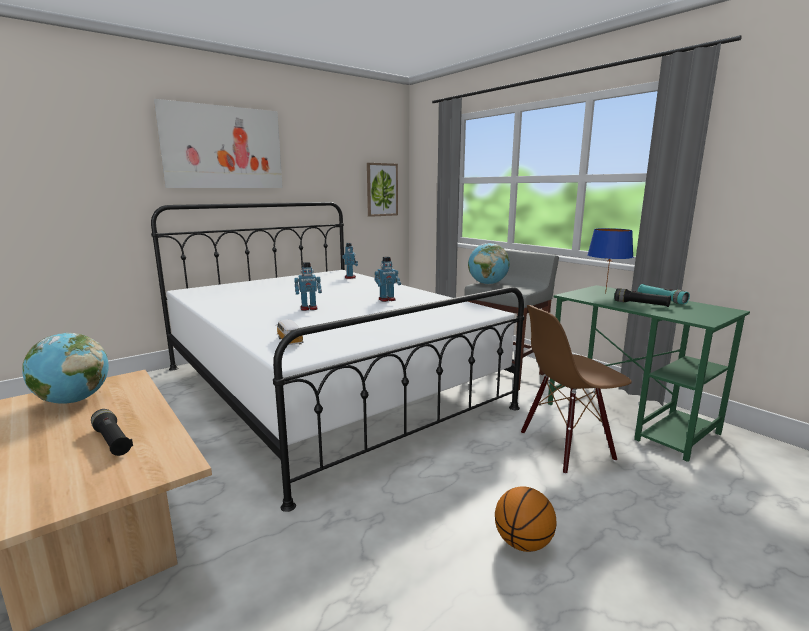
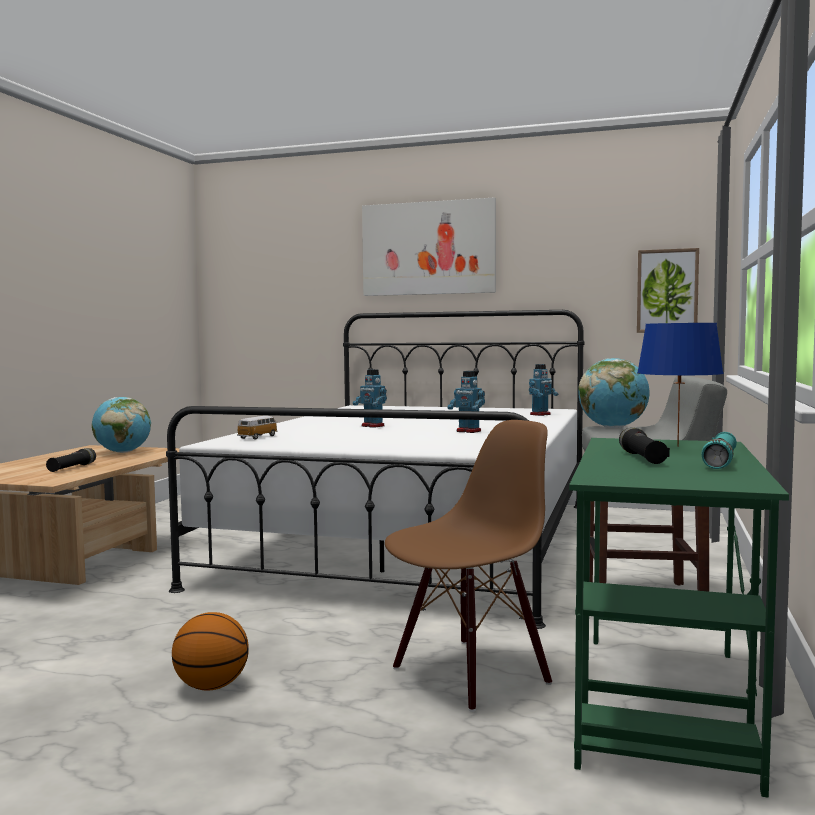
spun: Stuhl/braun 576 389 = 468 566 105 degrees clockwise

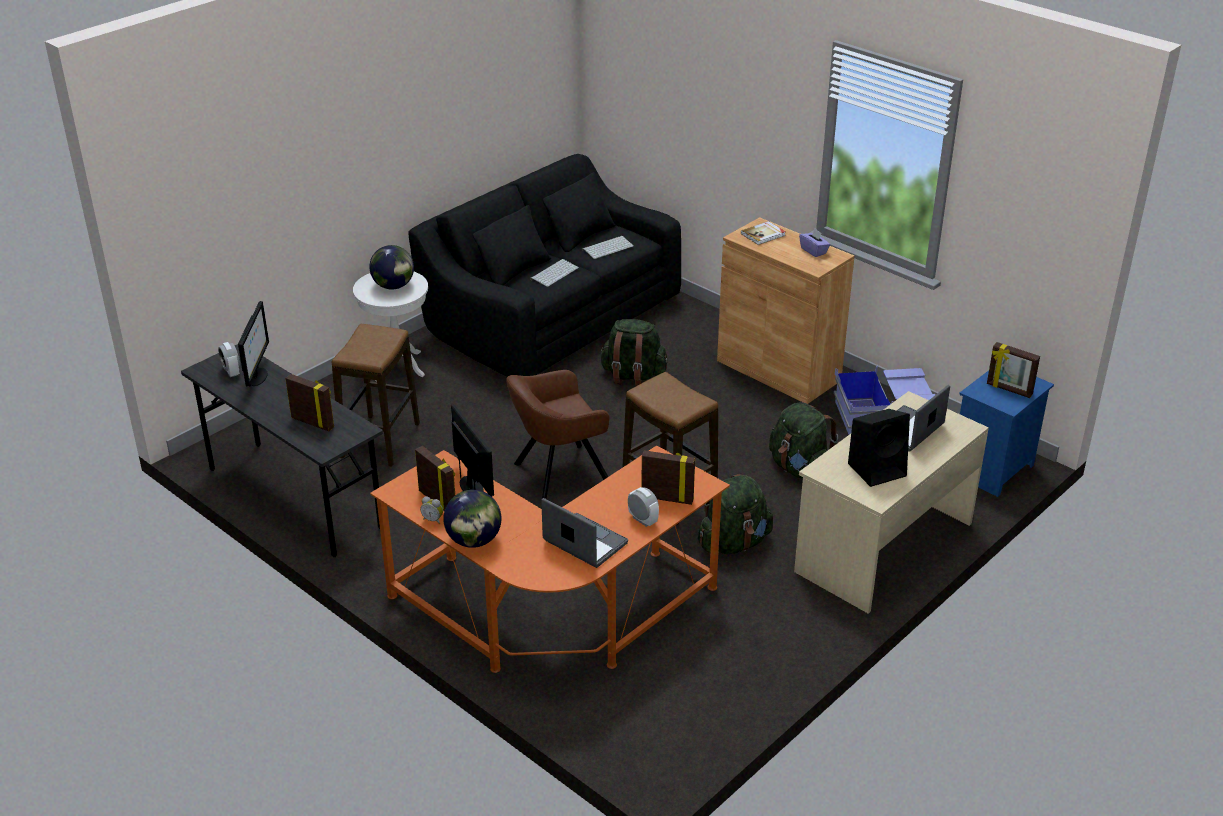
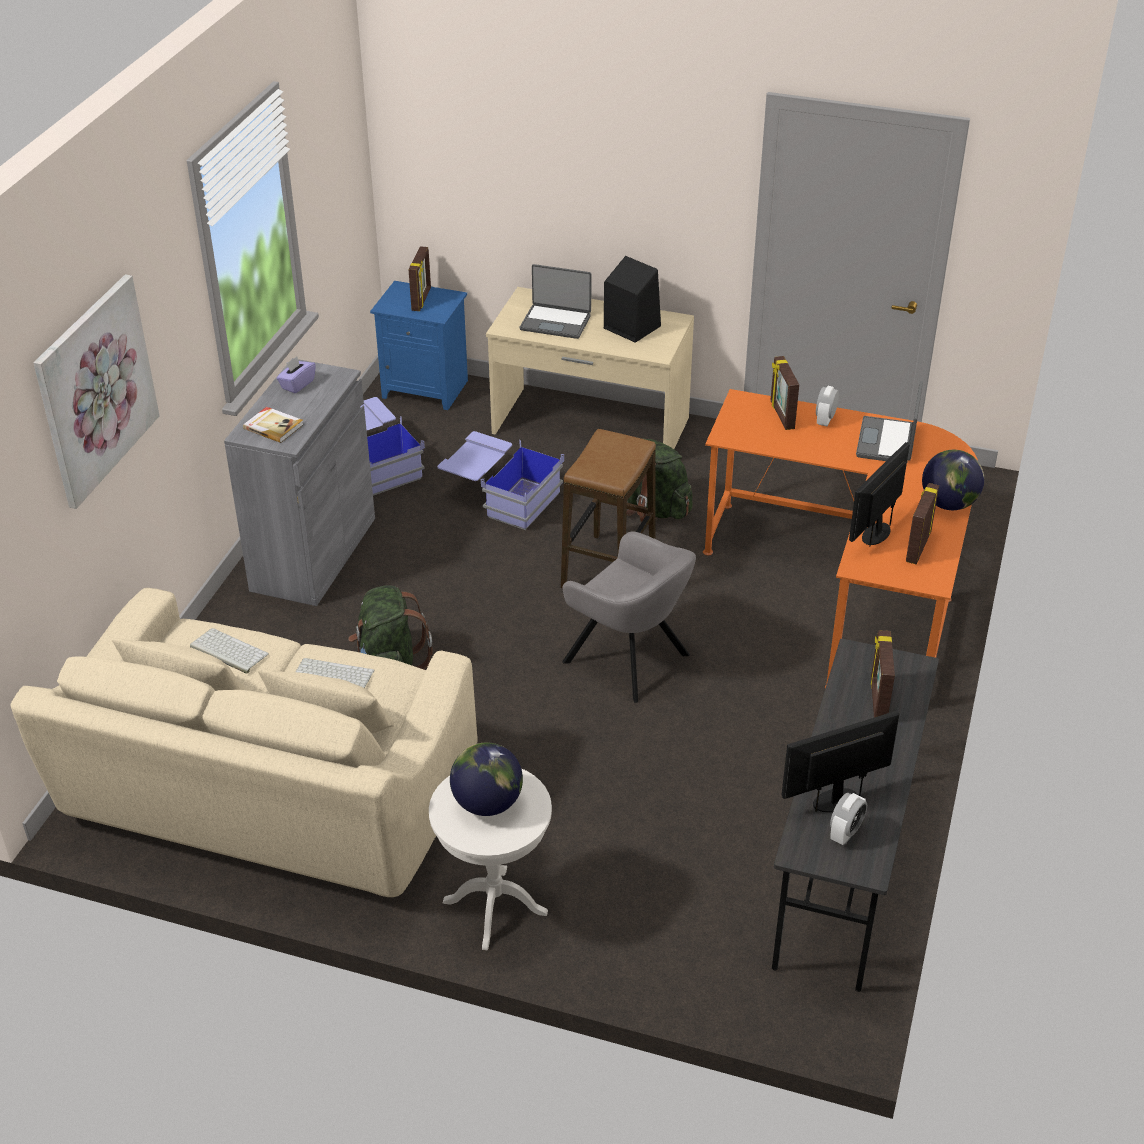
missing: Hocker 376 395; Wecker 431 510
appeared: Bild 96 391
exchanged: Rucksack/grün 803 440 to Aufbewahrungsbox/blau 500 480
colour: Sofa/schwarz 544 265 to Sofa/beige 244 742; Sessel/braun 558 434 to Sessel/grau 629 617; Schrank/braun 786 310 to Schrank/grau 299 482

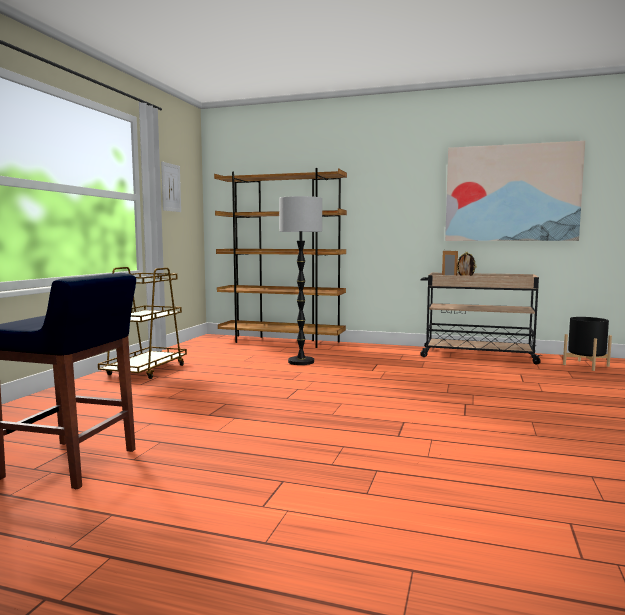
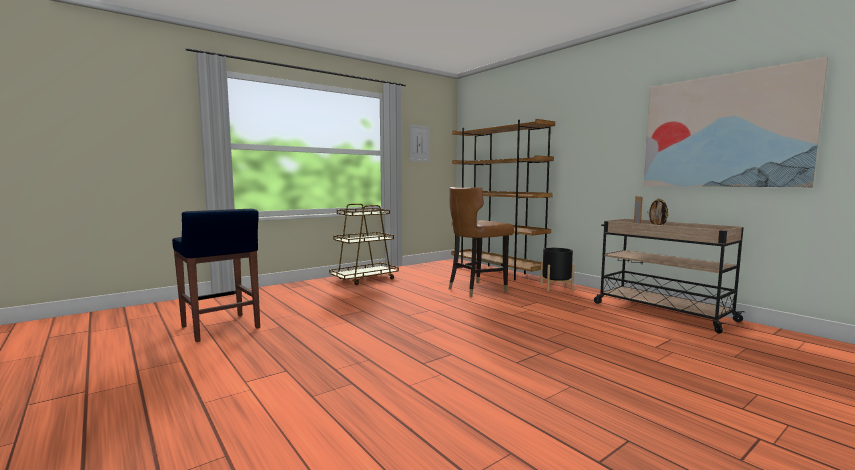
relocated: Pflanzkübel/schwarz 587 344 to 557 269
exchanged: Stehlampe 300 280 to Stuhl/braun 481 242

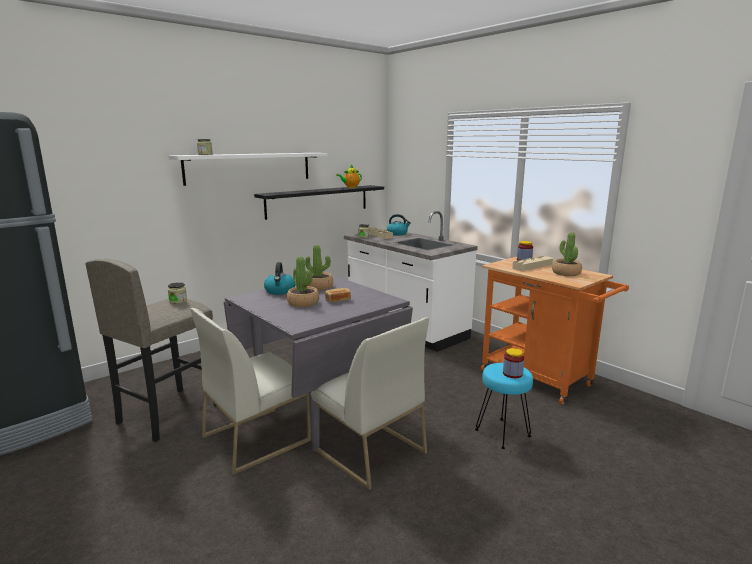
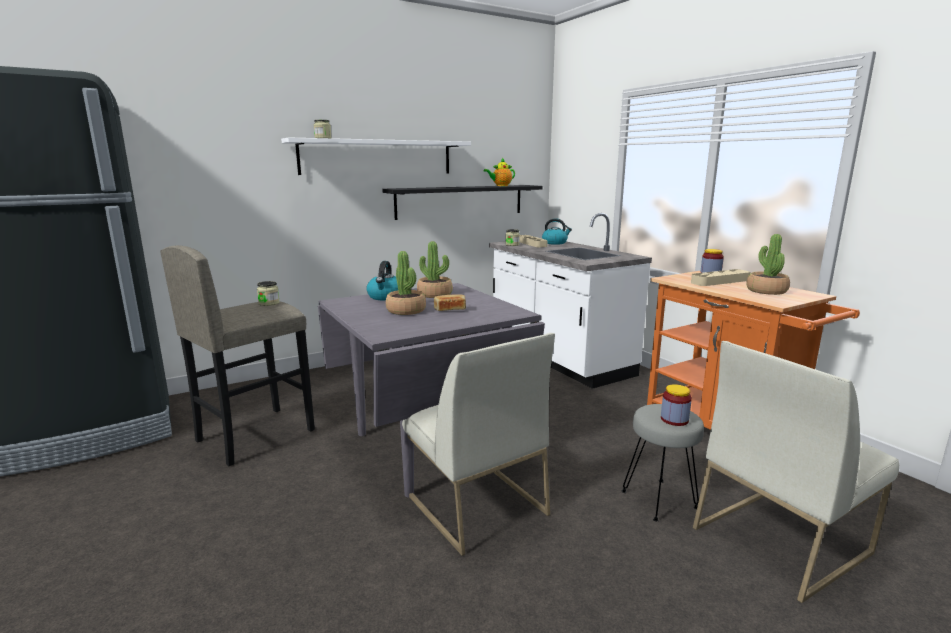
relocated: Stuhl/weiß 250 391 to 796 472
colour: Hocker/türkis 504 406 to Hocker/grau 662 462

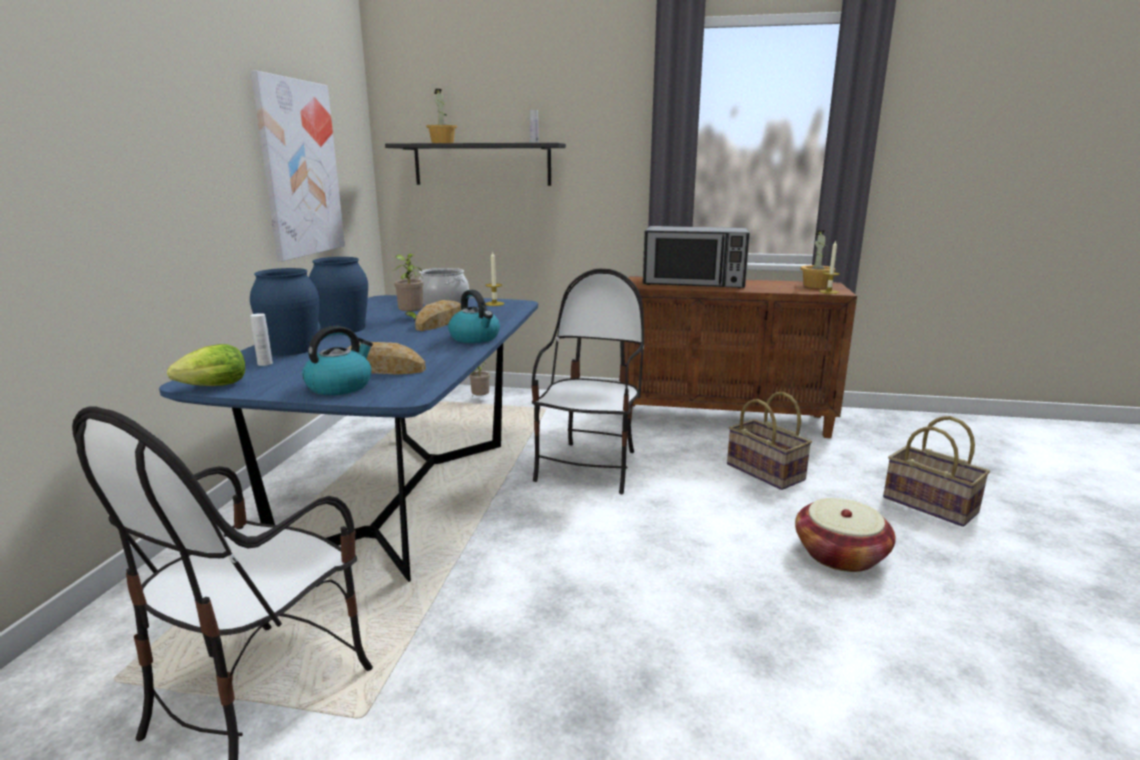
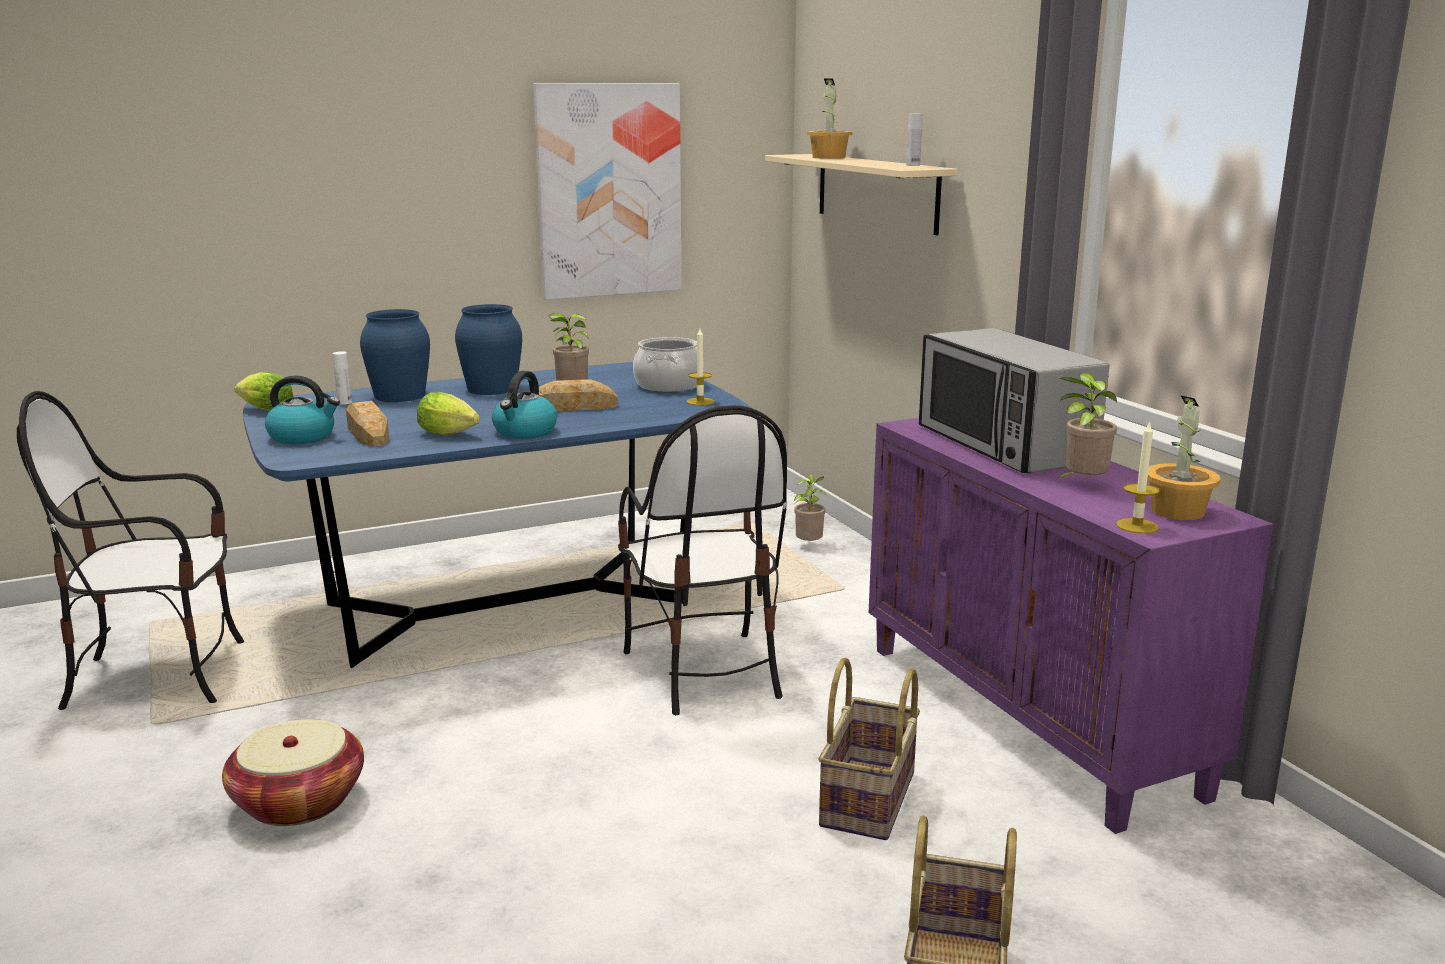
appeared: Salatkopf 448 413; Topfpflanze 1087 426
relocated: Korb 845 535 to 293 772
colour: Wandregal/schwarz 475 164 to Wandregal/beige 861 194; Schrank/braun 740 357 to Schrank/lila 1071 626
spun: Stuhl 587 381 = 702 560 90 degrees clockwise

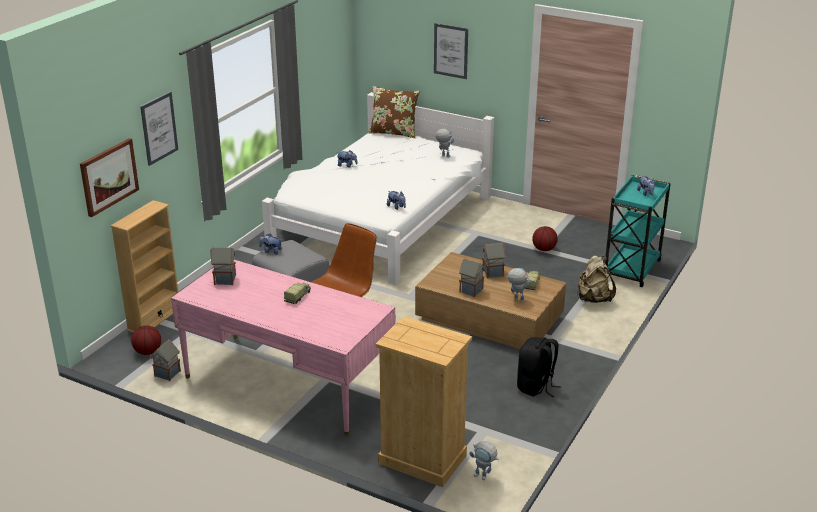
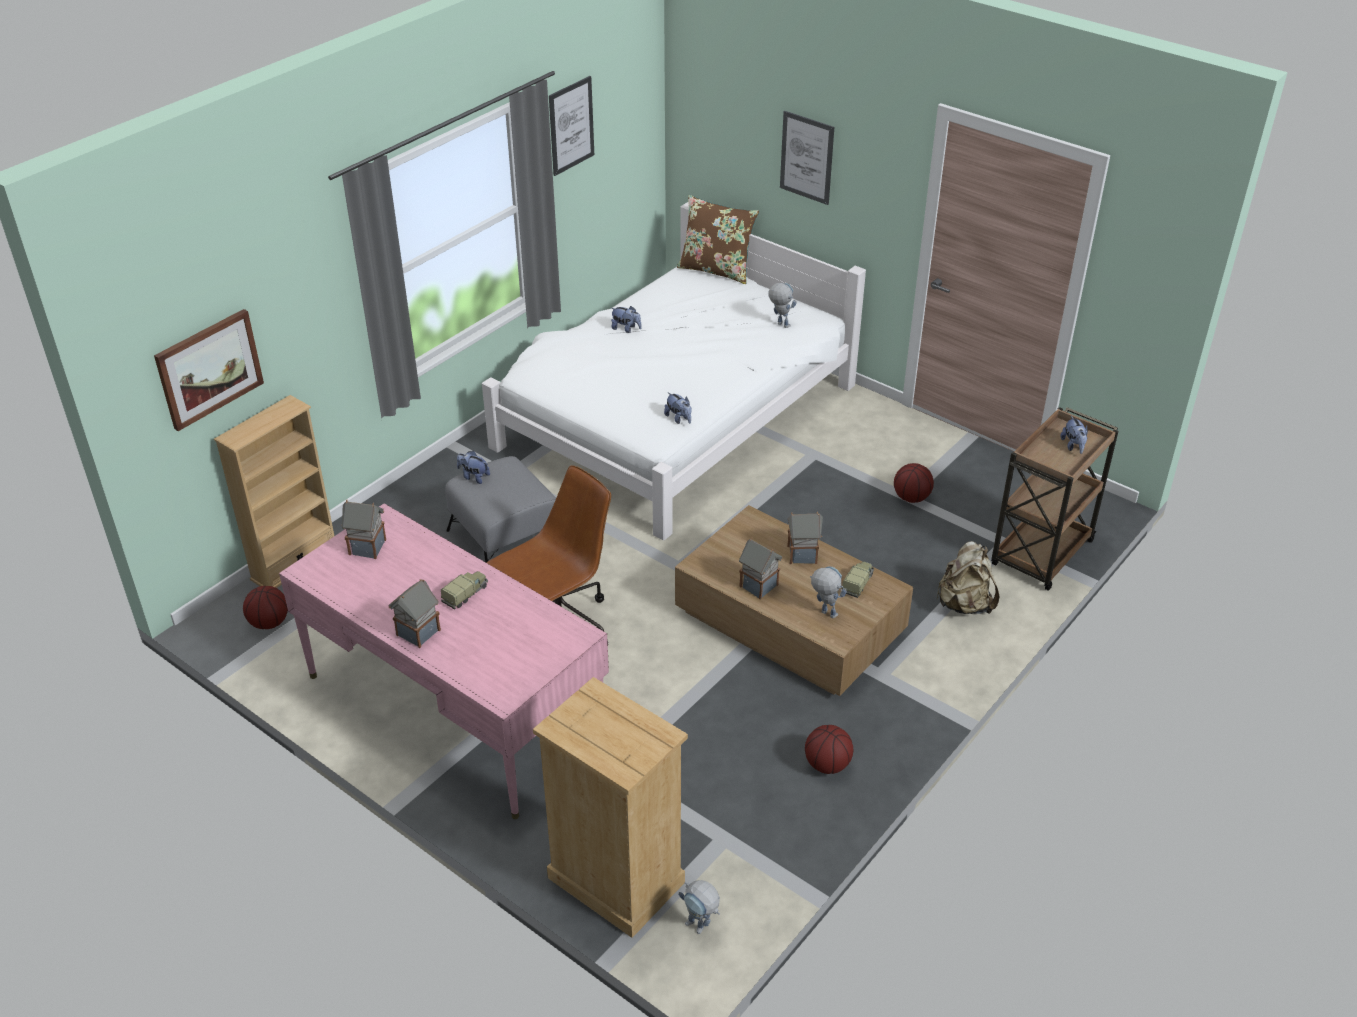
relocated: Bild 159 129 to 571 126; Spielzeughaus 165 360 to 415 613
exchanged: Rucksack/schwarz 539 367 to Basketball 829 749
colour: Rollwagen/türkis 638 231 to Rollwagen/braun 1054 499

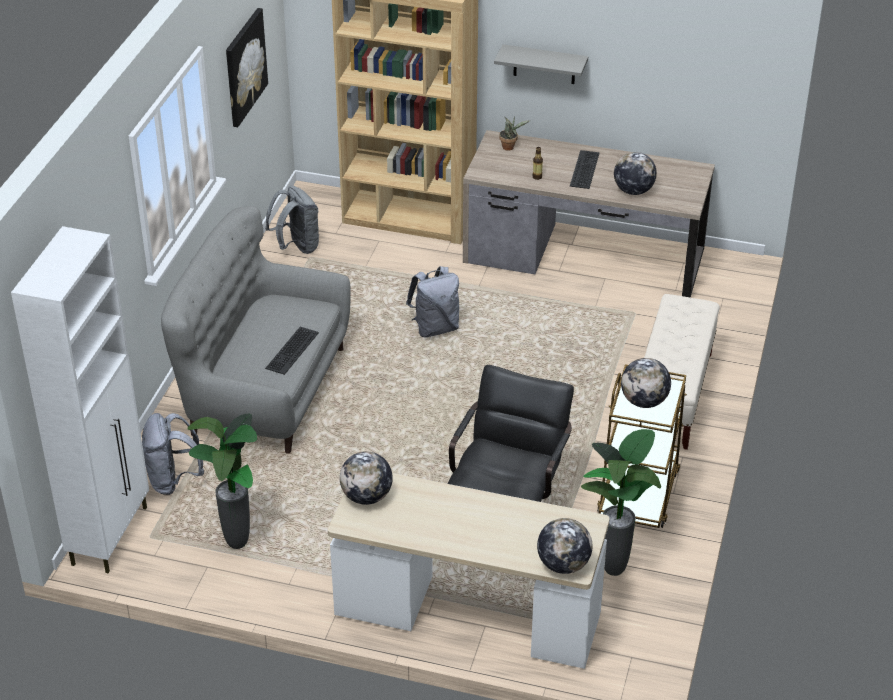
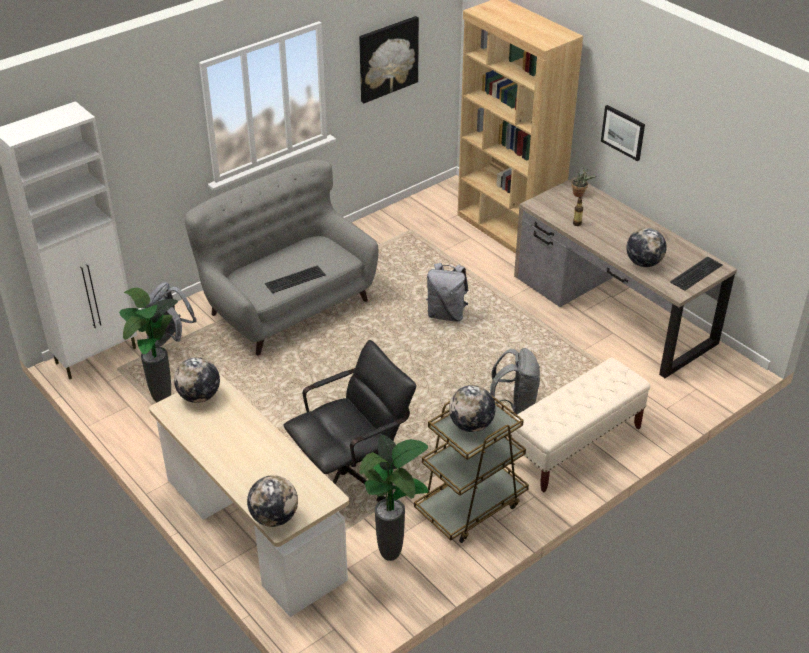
relocated: Rucksack/grau 292 219 to 515 381; Tastatur 585 169 to 696 273
exchanged: Wandregal/grau 541 64 to Bild 623 133

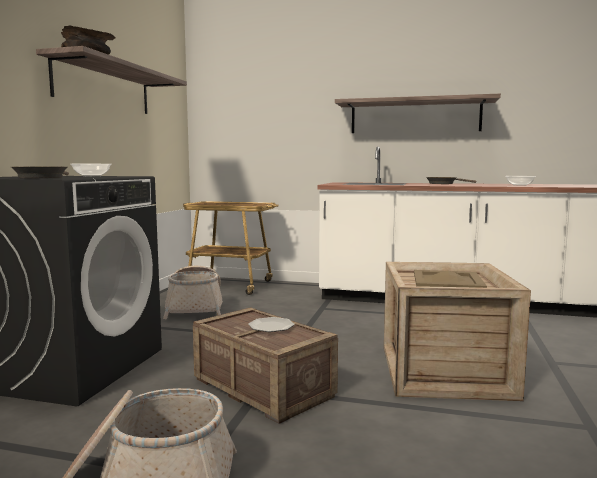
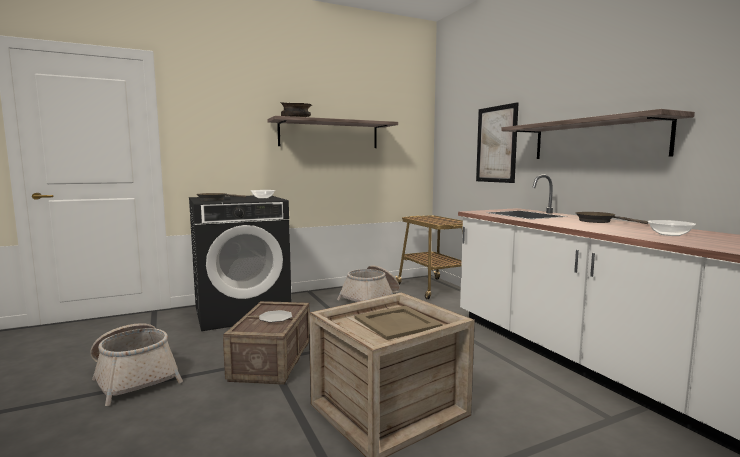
appeared: Bild 497 142

